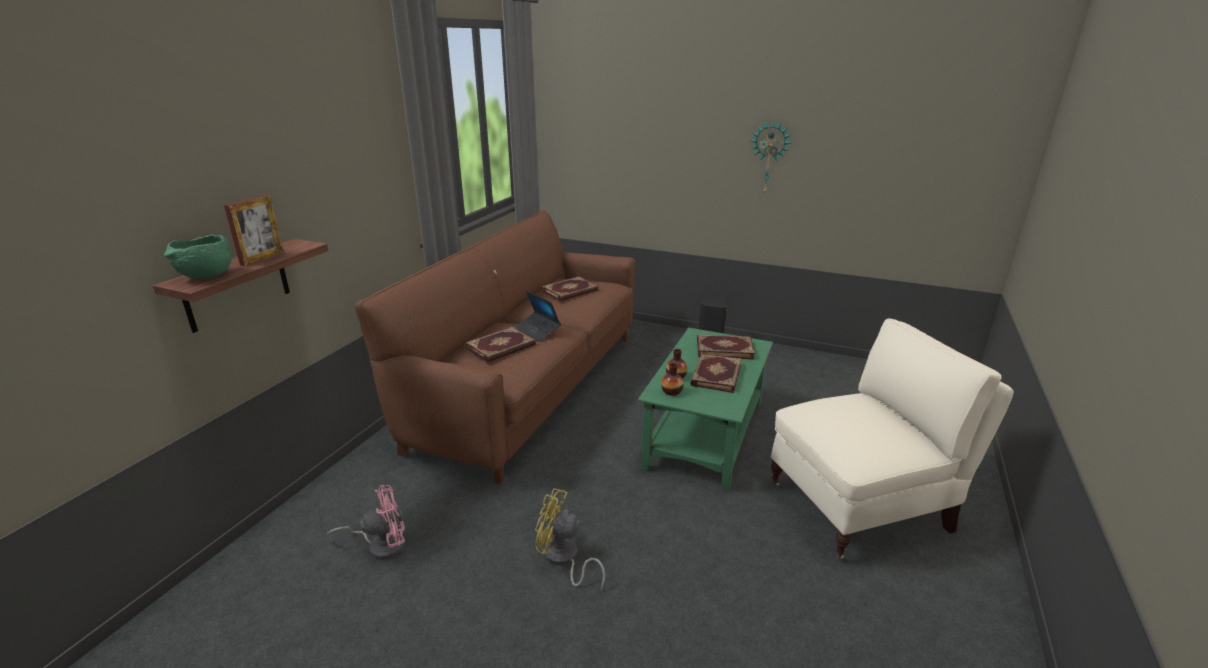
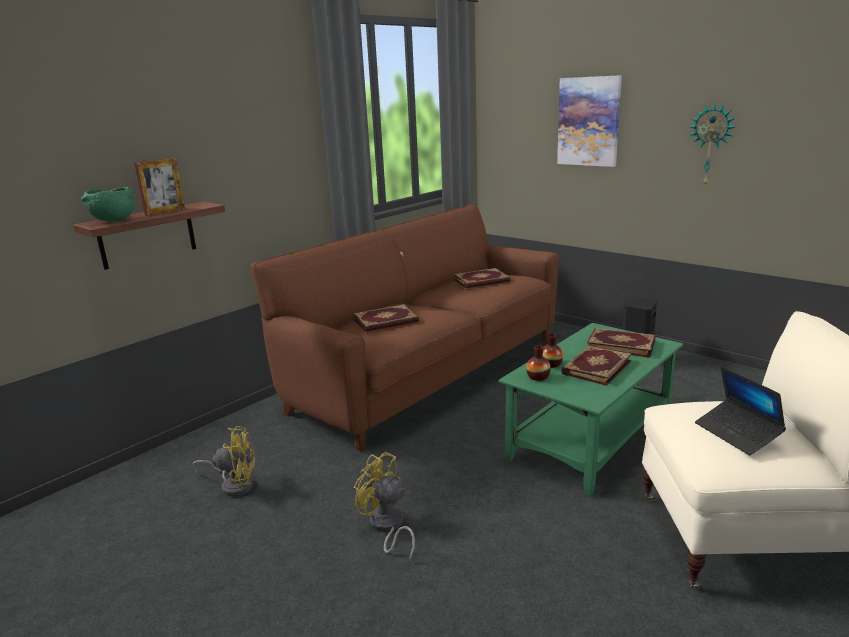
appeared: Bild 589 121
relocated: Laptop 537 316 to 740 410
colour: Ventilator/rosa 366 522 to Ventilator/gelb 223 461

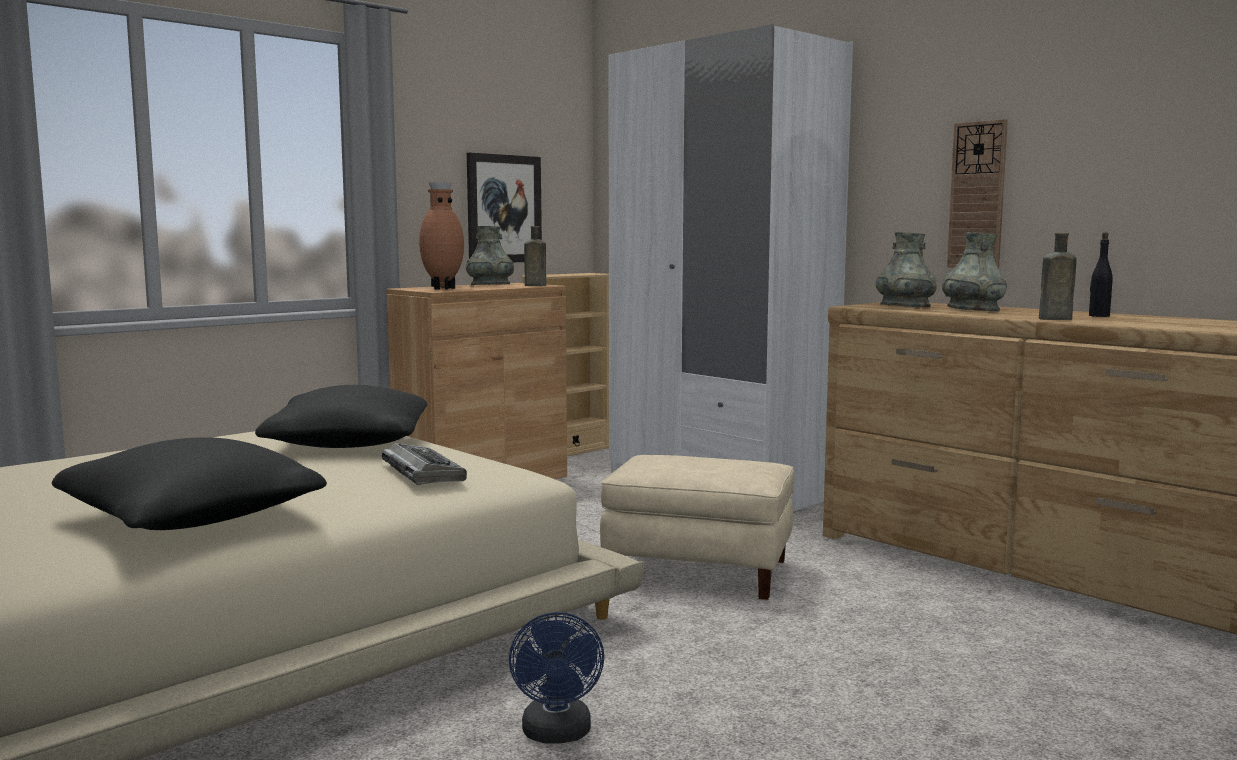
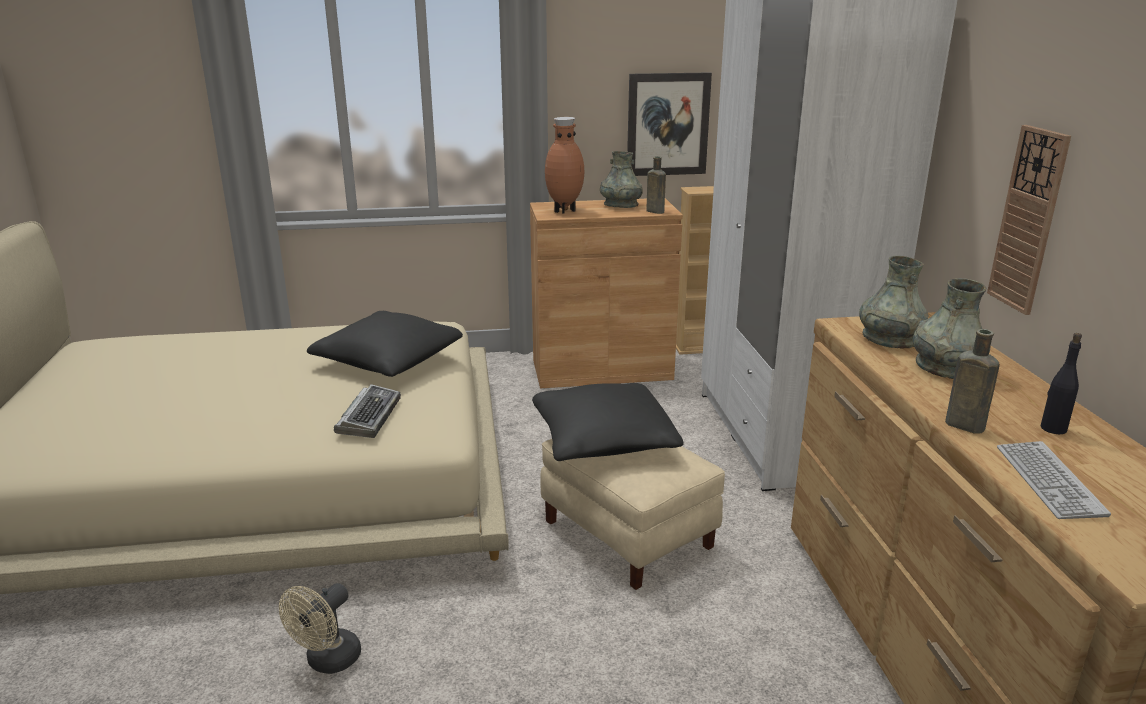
appeared: Tastatur 1054 480
relocated: Kissen/schwarz 189 483 to 608 422
colour: Ventilator/blau 556 678 to Ventilator/beige 320 628

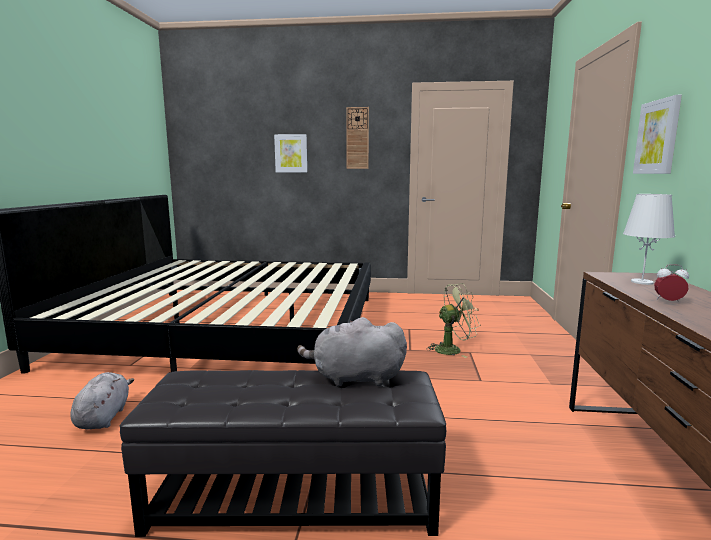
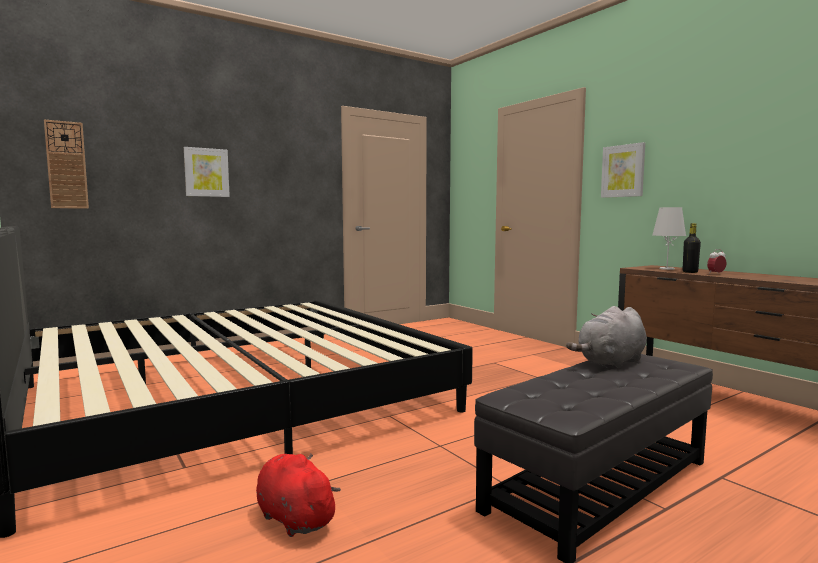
missing: Ventilator/grün 453 320
appeared: Flasche/schwarz 692 248
relocated: Wanduhr 357 138 to 66 164
colour: Plüschtier/grau 102 400 to Plüschtier/rot 298 495

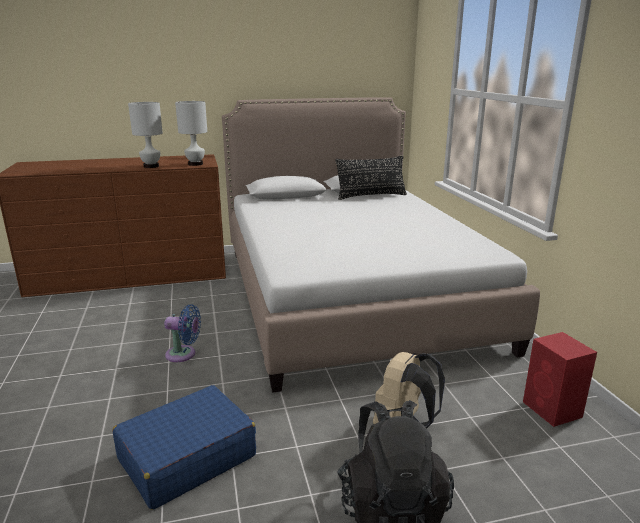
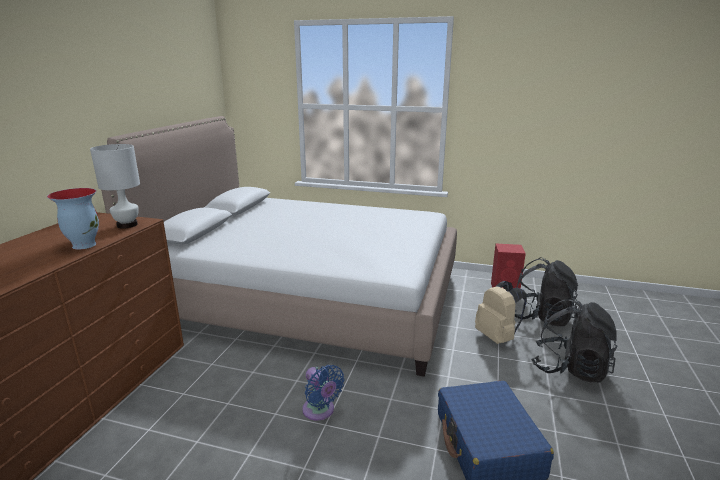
missing: Kissen/schwarz 371 178
appeared: Rucksack/schwarz 546 291
exchanged: Tischlampe/weiß 145 135 to Vase 73 219
spun: Ventilator/blau 182 333 = 323 393 105 degrees clockwise

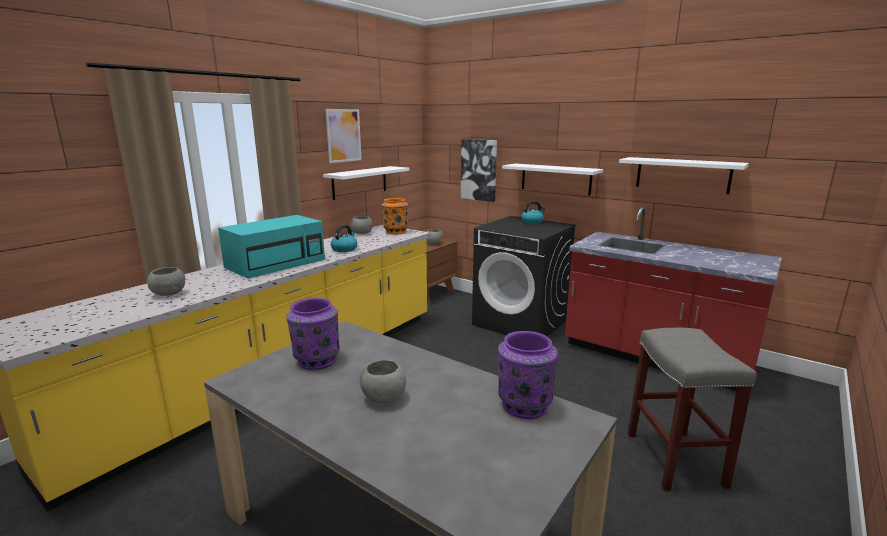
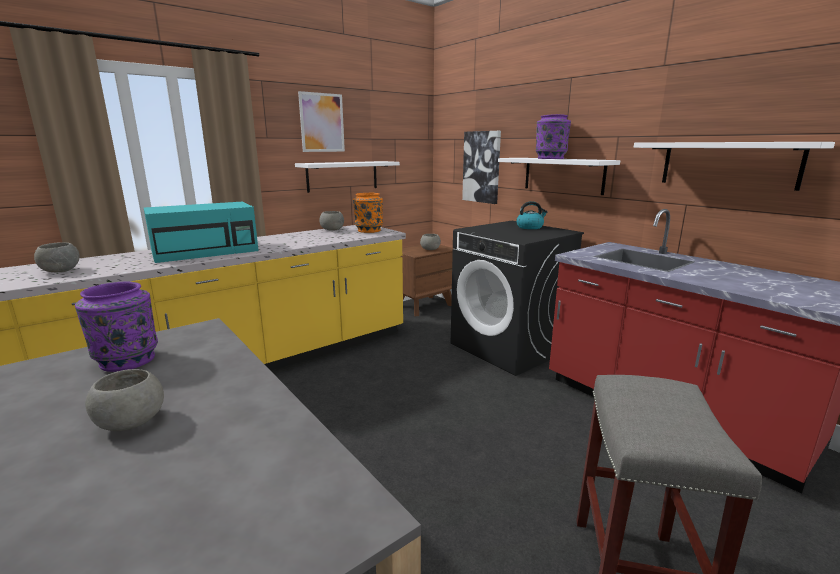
missing: Wasserkessel 344 238
relocated: Vase/lila 528 375 to 553 136

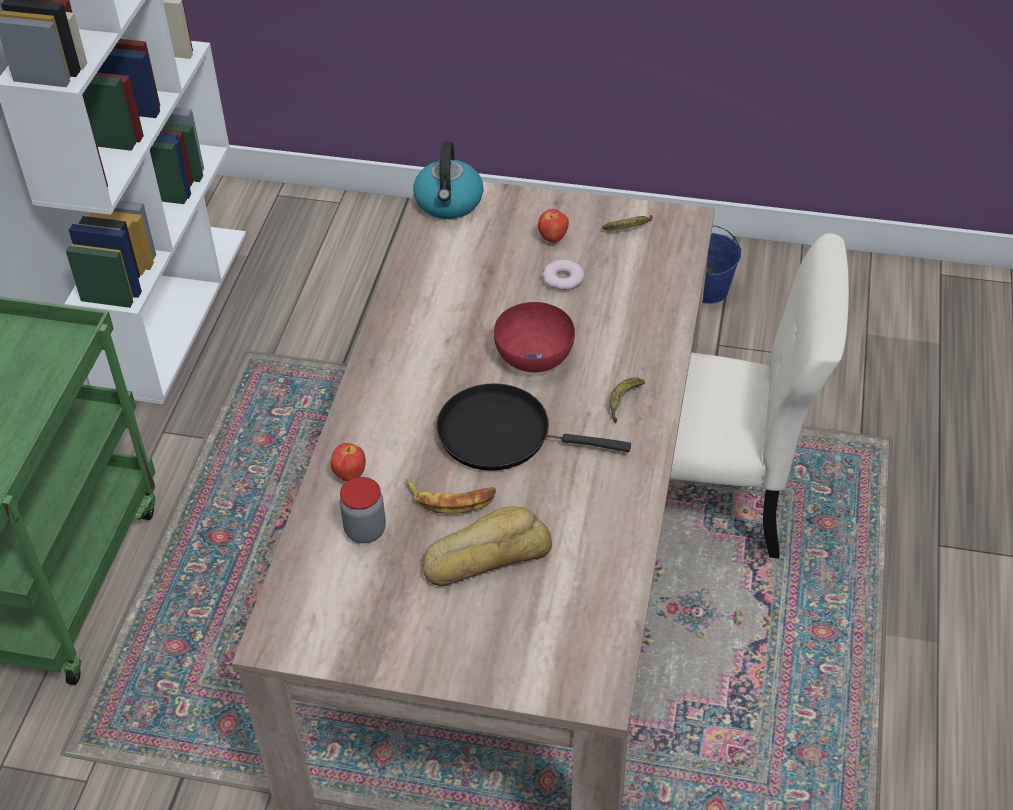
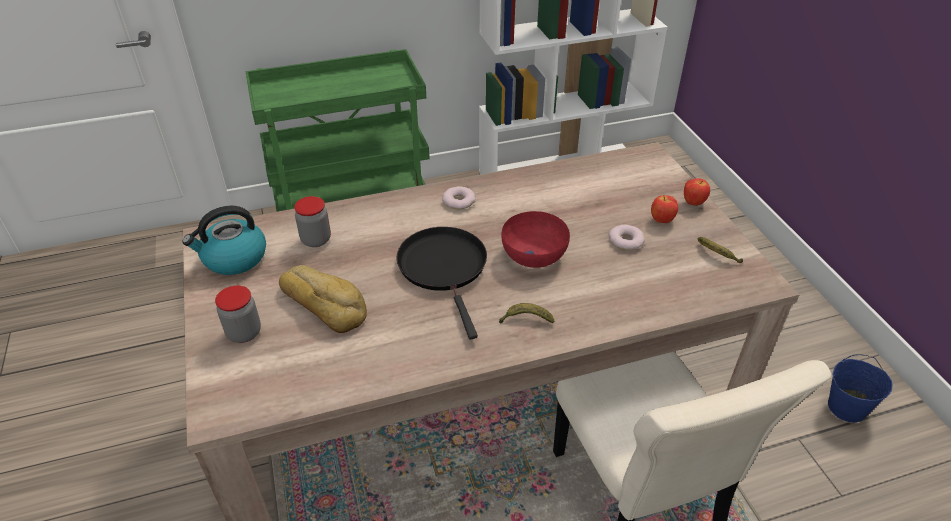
missing: Banane 451 496
appeared: Vorratsglas 238 314; Donut 459 197
relocated: Apfel 348 462 to 697 192; Wasserkessel 448 180 to 224 240

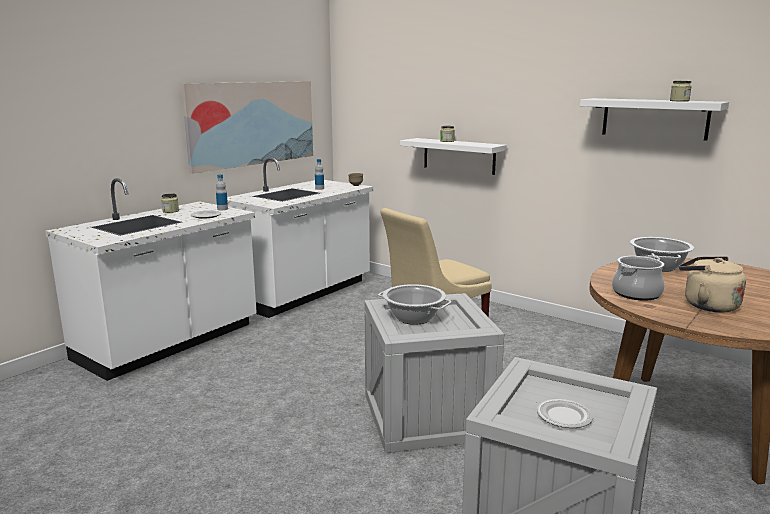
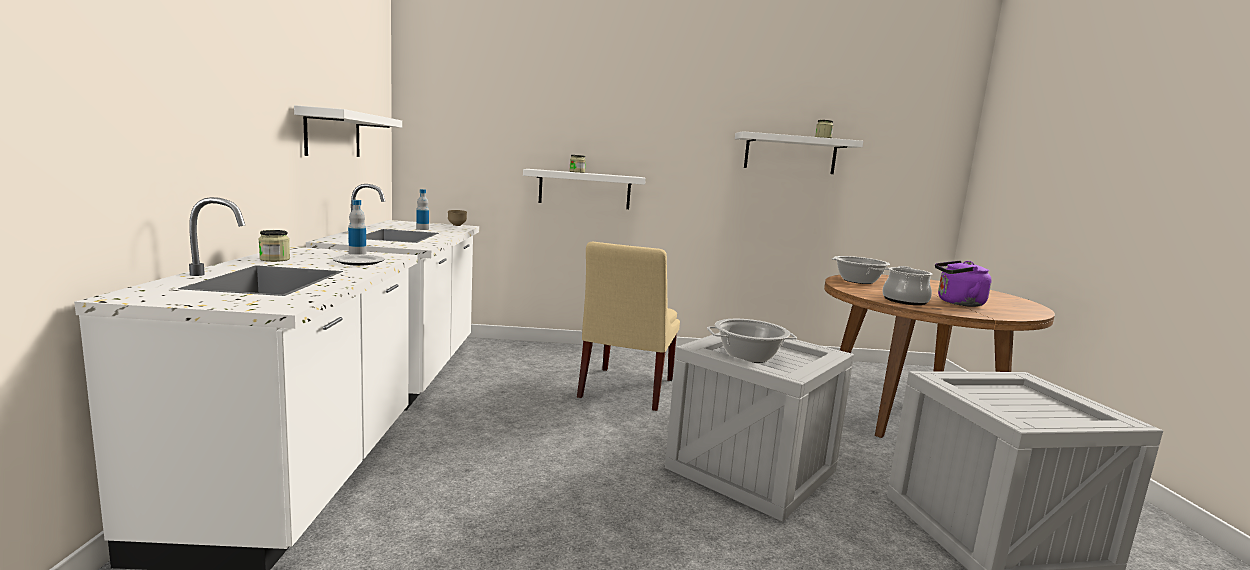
missing: Teller 565 413
exchanged: Bild 247 127 to Wandregal/weiß 348 131
colour: Wasserkessel/beige 712 284 to Wasserkessel/lila 963 284

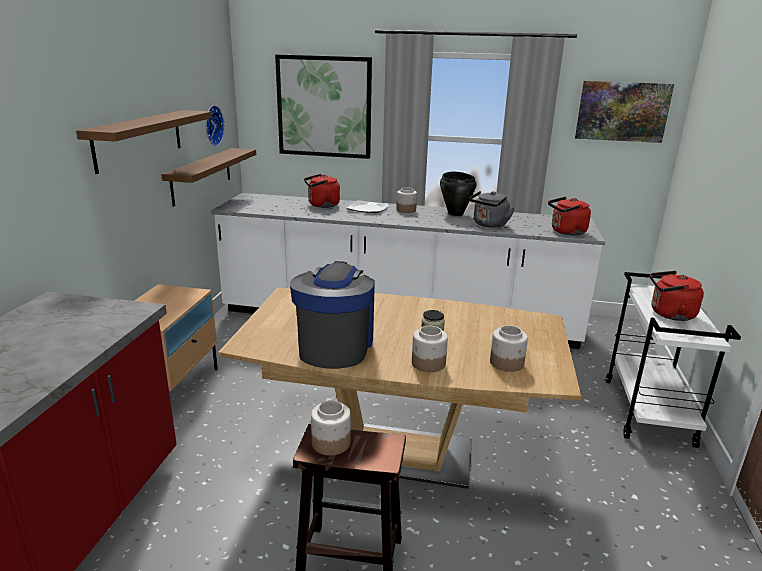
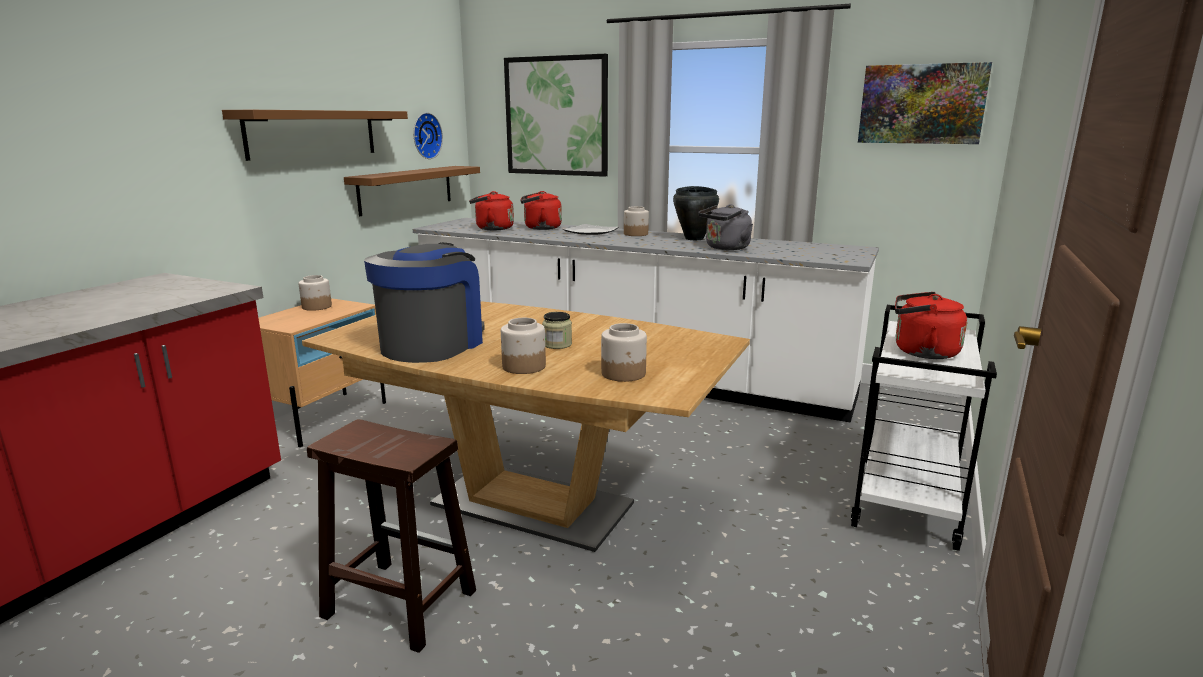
relocated: Vorratsglas 331 428 to 315 293; Wasserkessel/rot 569 216 to 491 210

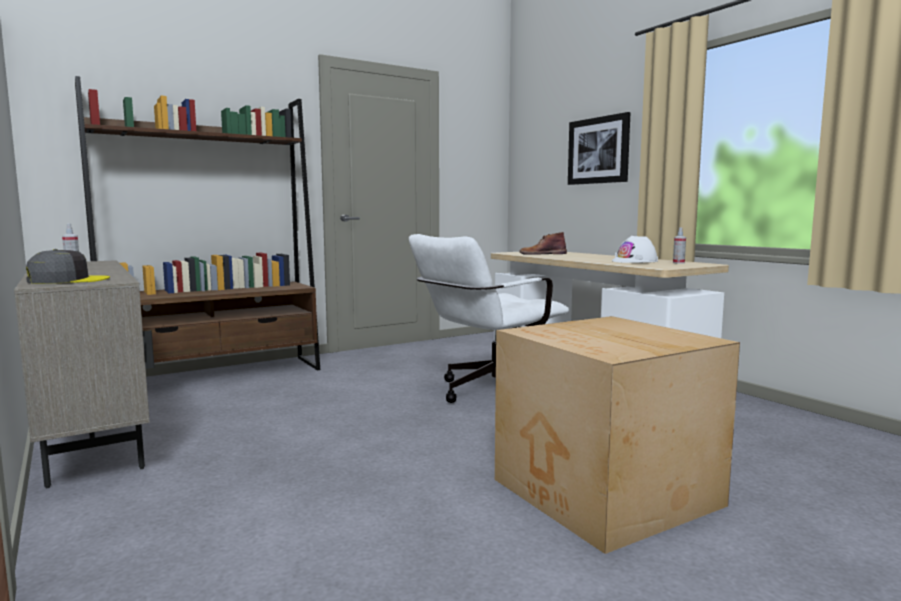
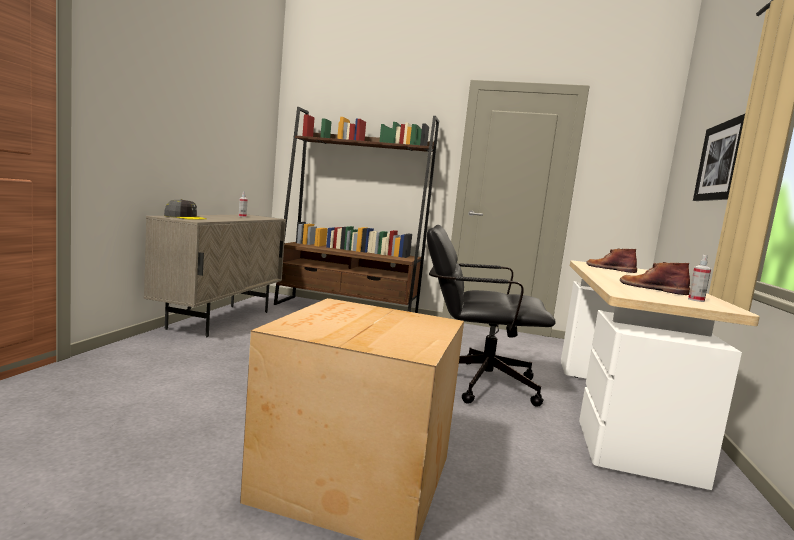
exchanged: Schutzhelm/weiß 635 249 to Stiefel/braun 655 278
colour: Bürostuhl/weiß 489 318 to Bürostuhl/schwarz 491 316

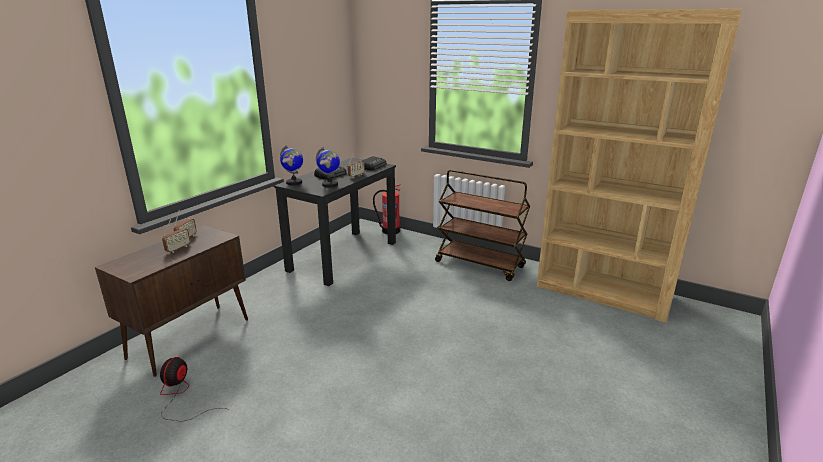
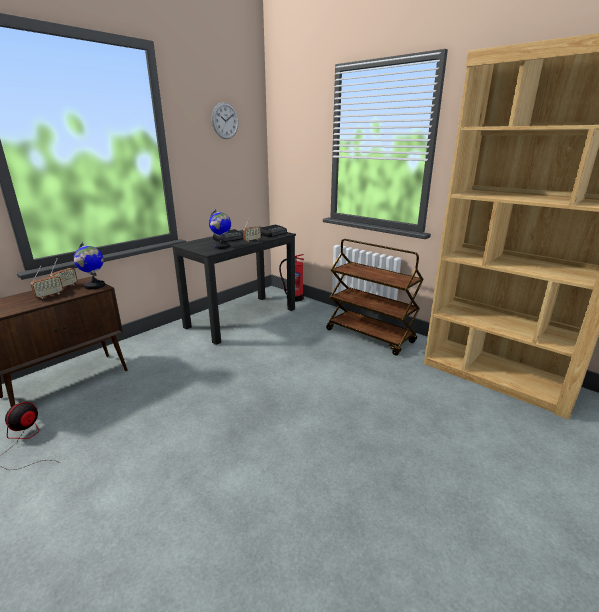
appeared: Wanduhr 225 120
relocated: Globus 291 165 to 89 265

